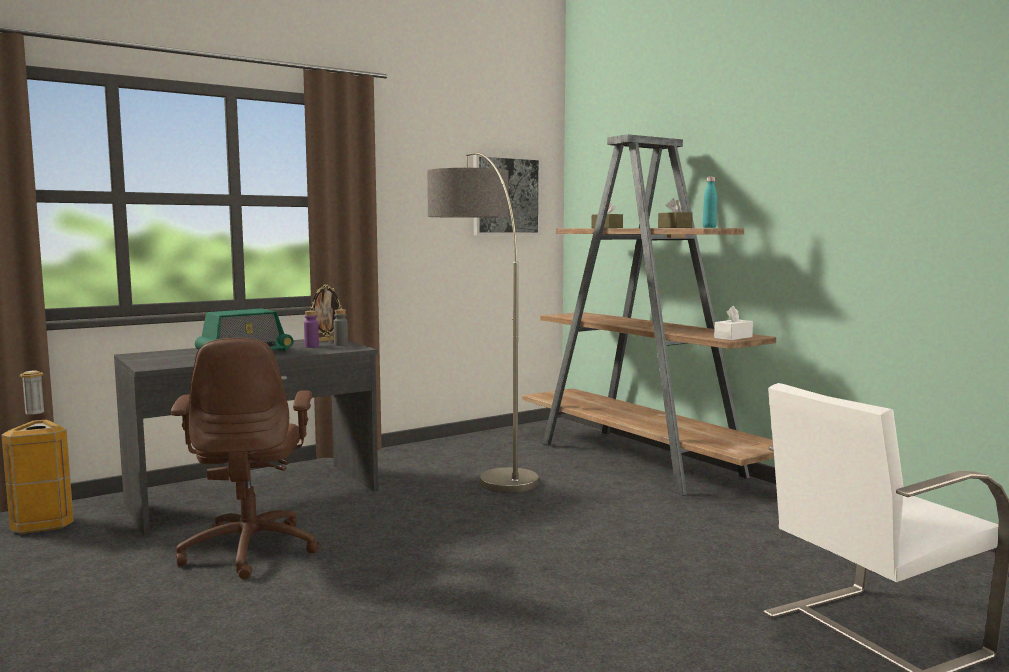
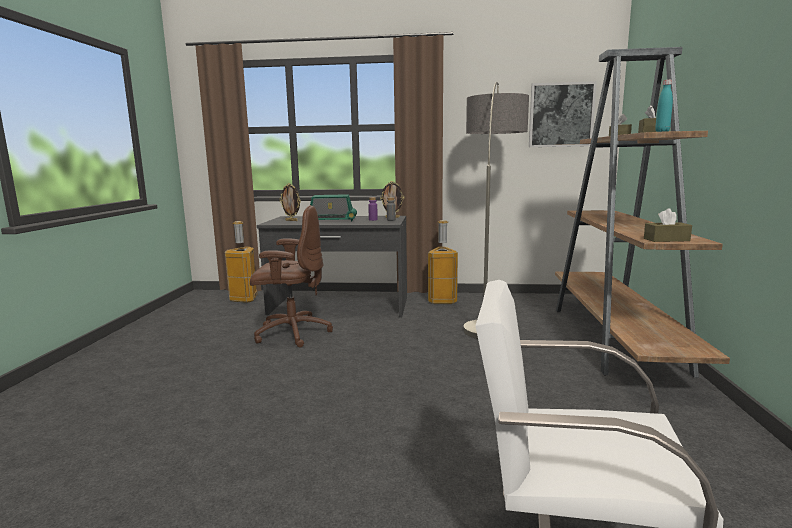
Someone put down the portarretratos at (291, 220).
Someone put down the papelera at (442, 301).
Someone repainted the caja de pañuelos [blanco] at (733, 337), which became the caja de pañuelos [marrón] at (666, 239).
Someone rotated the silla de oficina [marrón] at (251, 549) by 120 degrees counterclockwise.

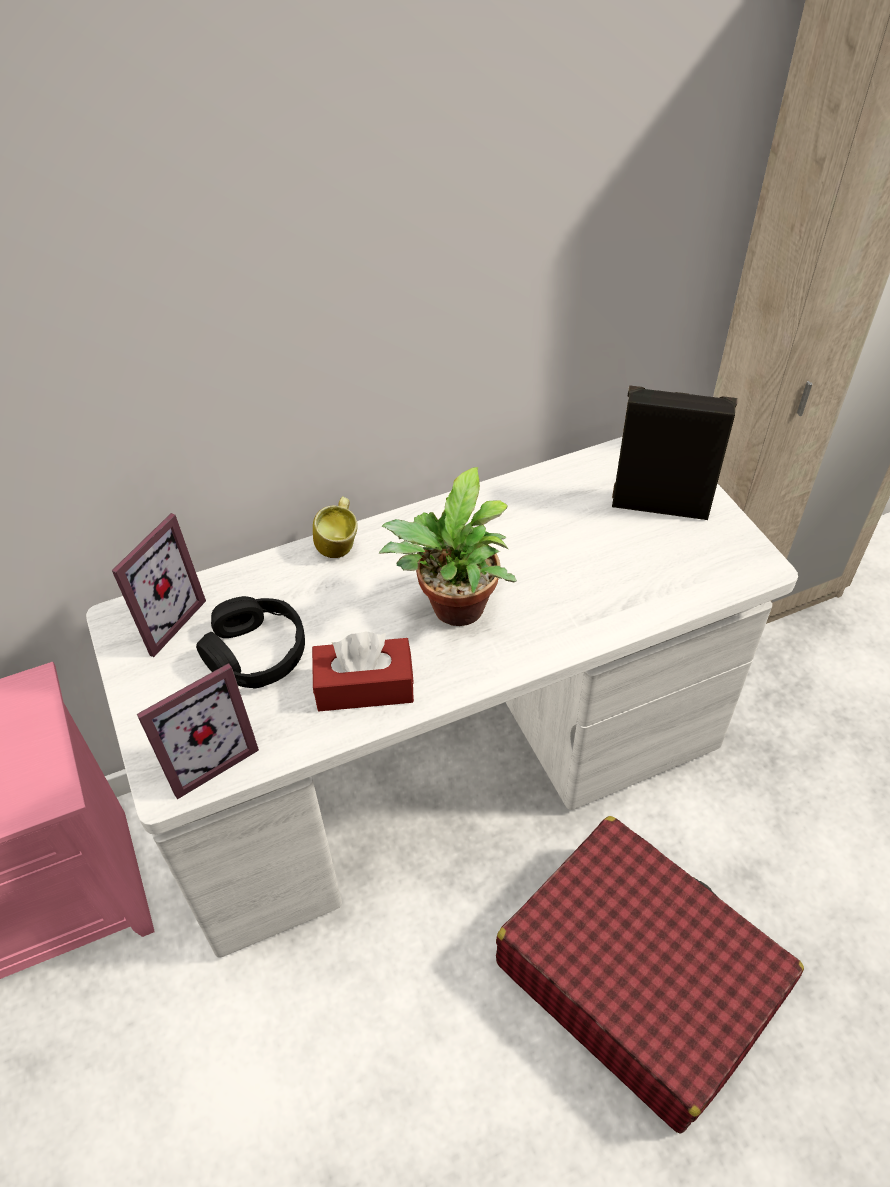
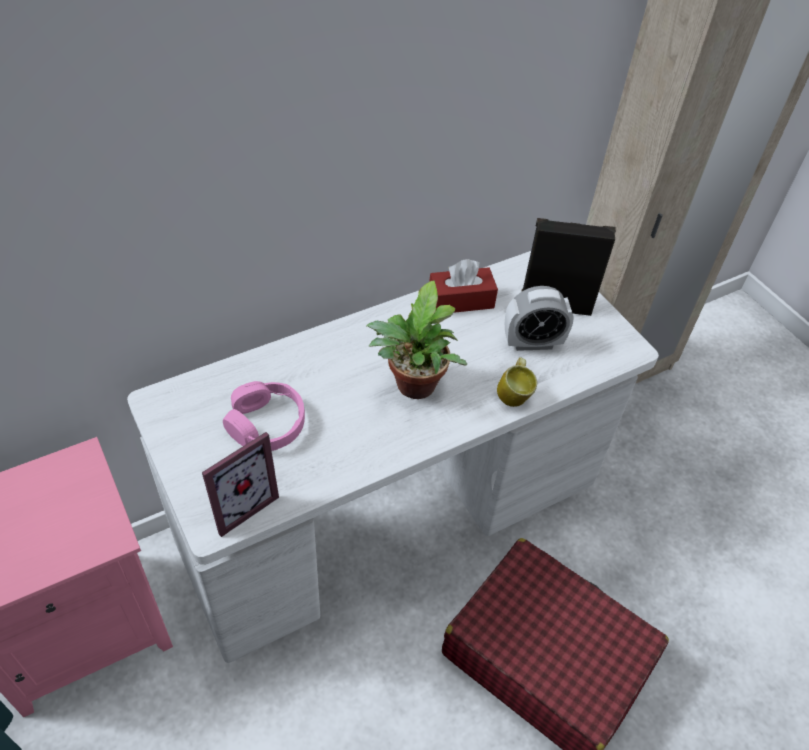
Someone took away the portarretratos at (162, 619).
Someone put down the despertador at (532, 343).
Someone carried the caja de pañuelos [rojo] from (364, 686) to (461, 300).
Someone carried the taza grande from (340, 545) to (515, 395).
Someone repainted the auriculares [negro] at (256, 653), which became the auriculares [rosa] at (266, 424).

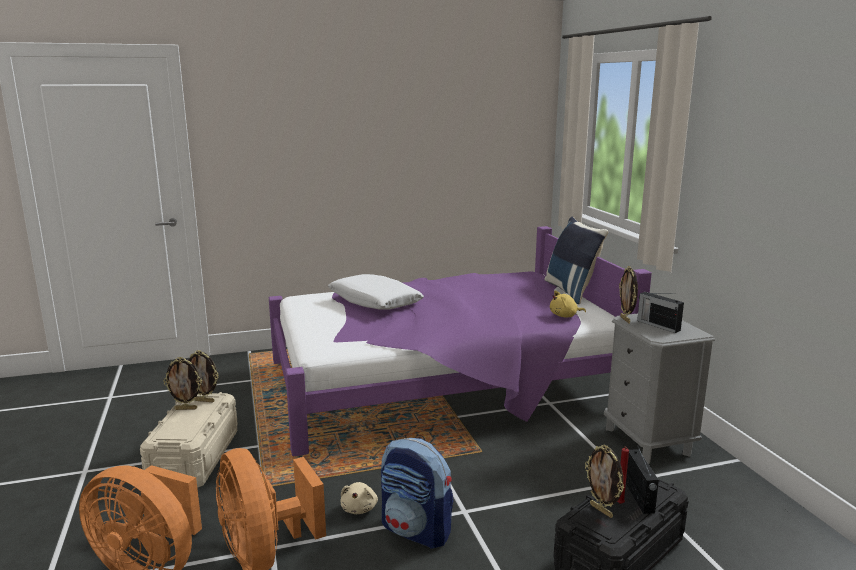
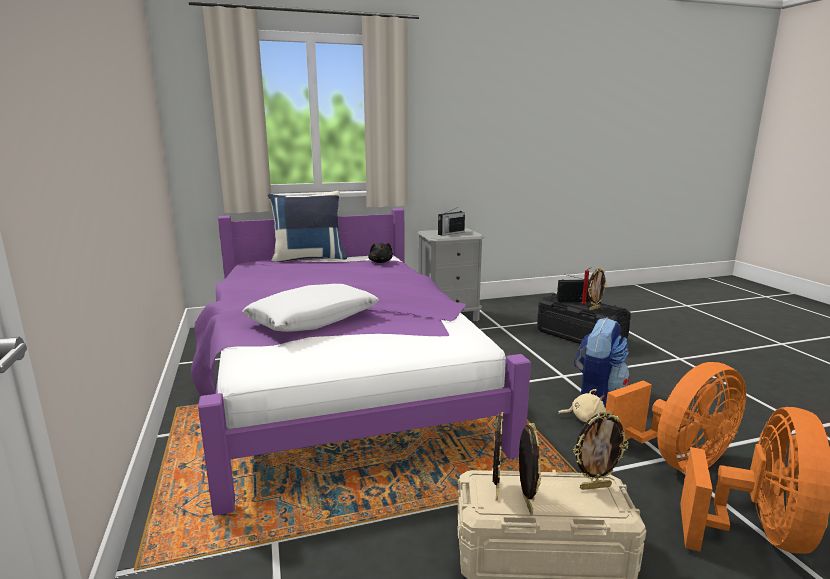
Someone carried the portarretratos from (626, 320) to (595, 486).
Someone repainted the peluche [amarillo] at (565, 316), which became the peluche [negro] at (380, 262).

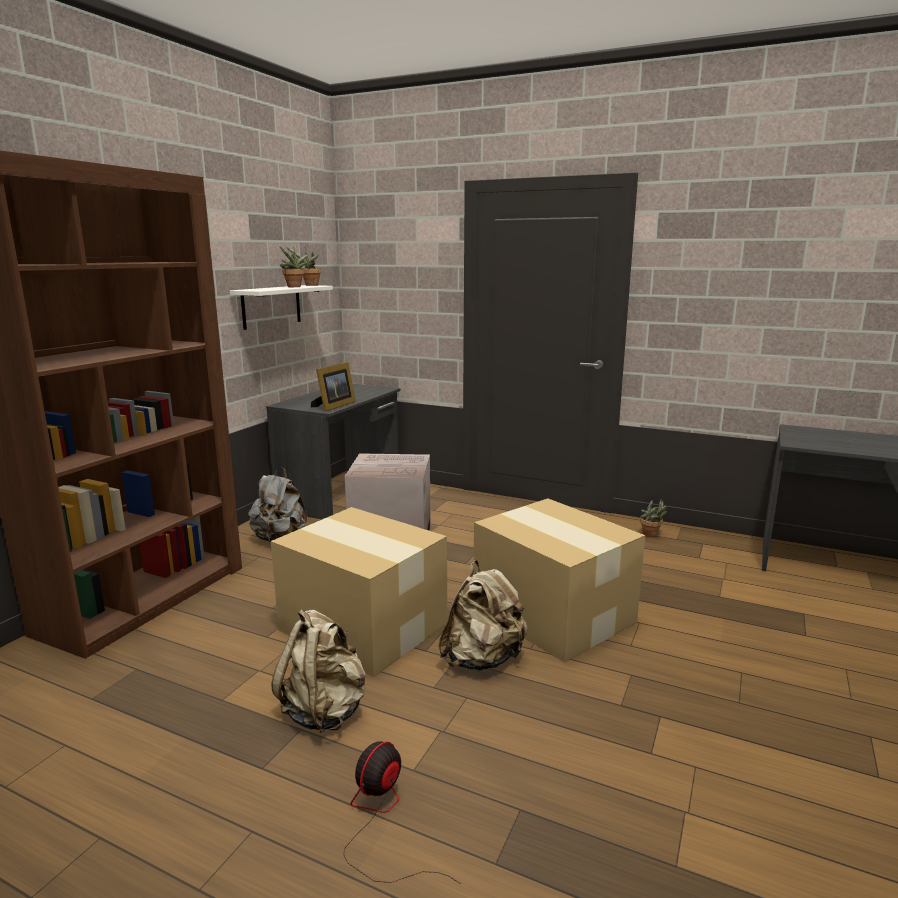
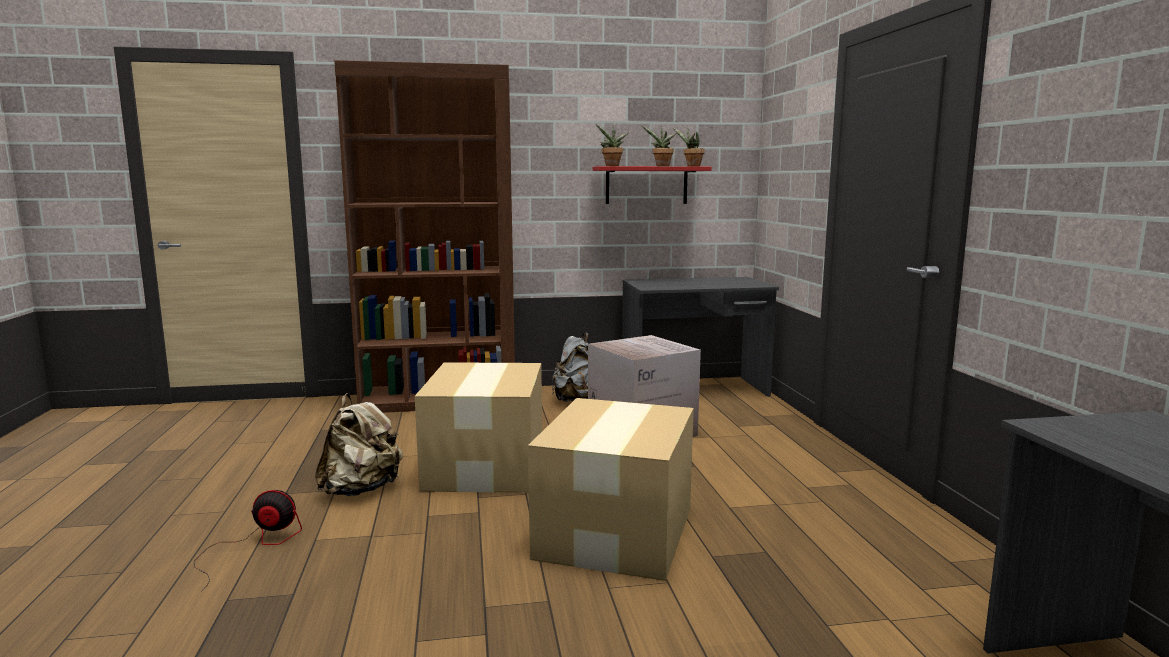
Someone took away the portarretratos at (334, 406).
Someone took away the mochila [beis] at (482, 659).
Someone carried the planta en maceta from (651, 535) to (611, 166).
Someone repainted the estante [blanco] at (271, 306), which became the estante [rojo] at (646, 185).

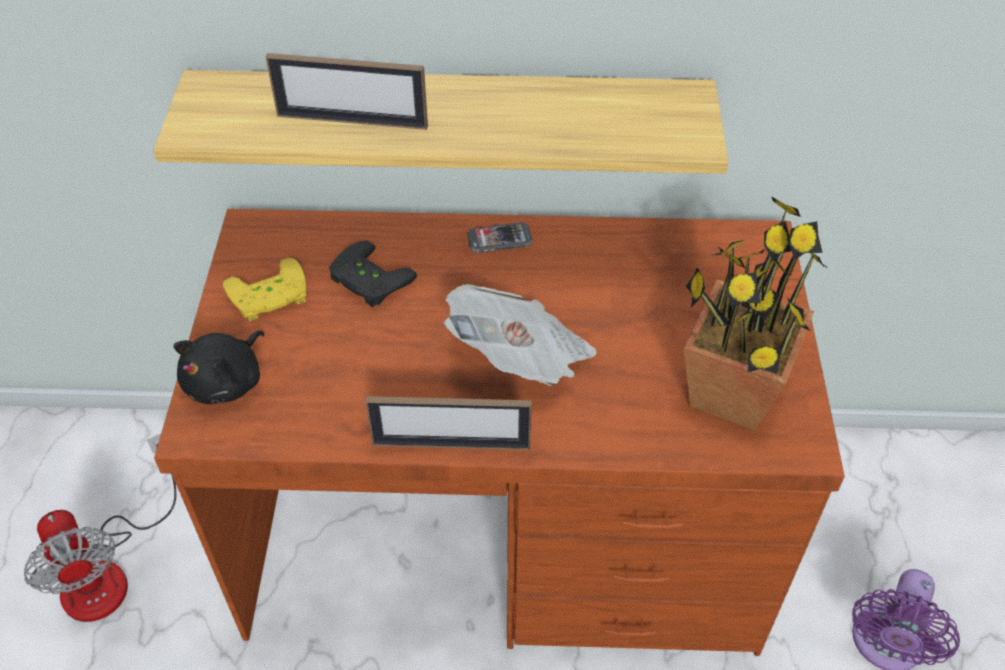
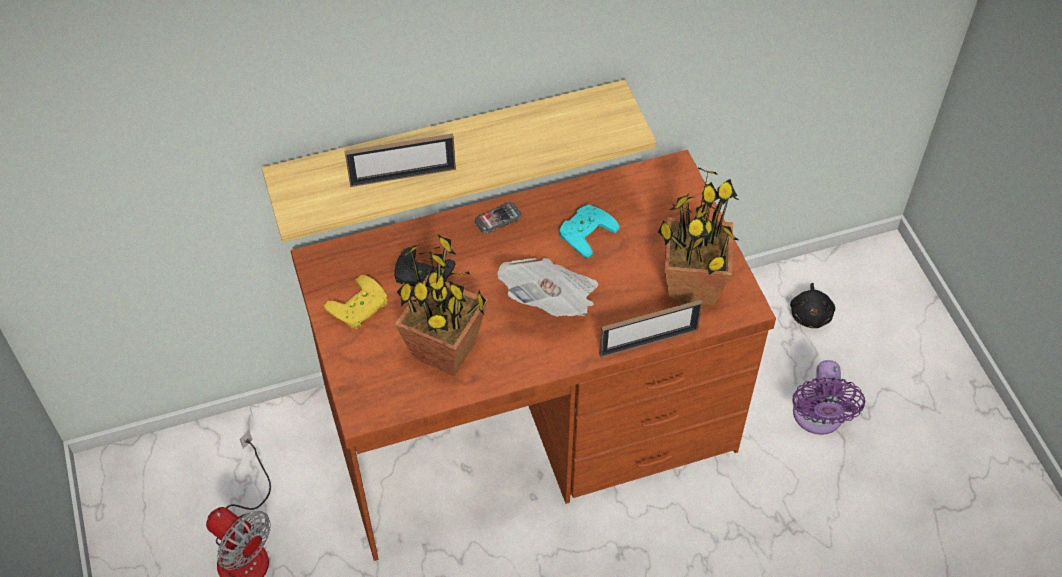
Someone put down the planta en maceta at (446, 350).
Someone put down the mando de consola [turquesa] at (584, 231).
Someone carried the peluche [negro] from (227, 382) to (810, 314).
Someone carried the portarretratos from (451, 445) to (648, 342).

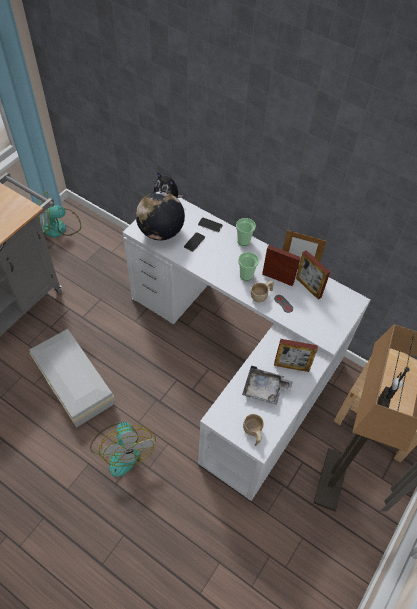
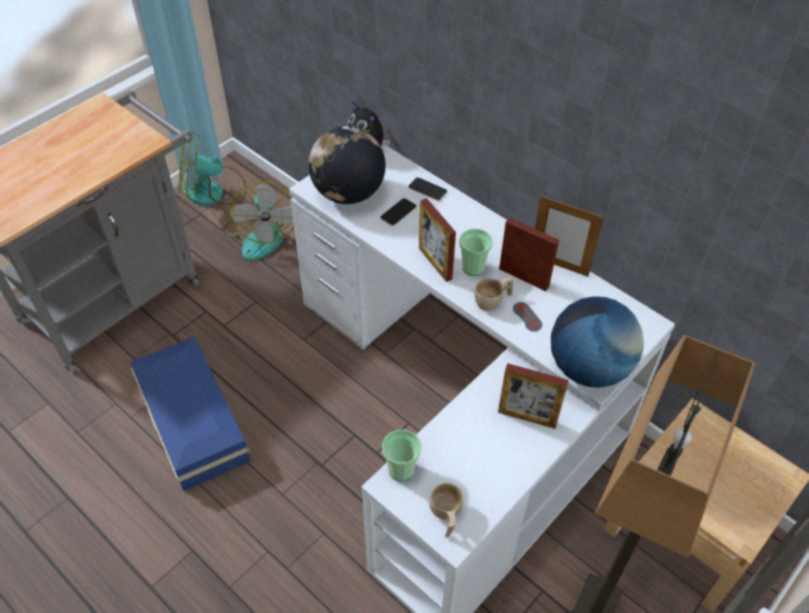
Someone took away the bandeja [gris] at (264, 389).
Someone put down the globo terráqueo at (588, 368).
Someone carried the ventilador from (122, 448) to (261, 235).
Someone carried the taza from (243, 241) to (401, 470).
Someone carried the portarretratos from (308, 287) to (435, 263).
Someone repainted the caja de almacenaje [blanco] at (74, 380), which became the caja de almacenaje [azul] at (193, 419).

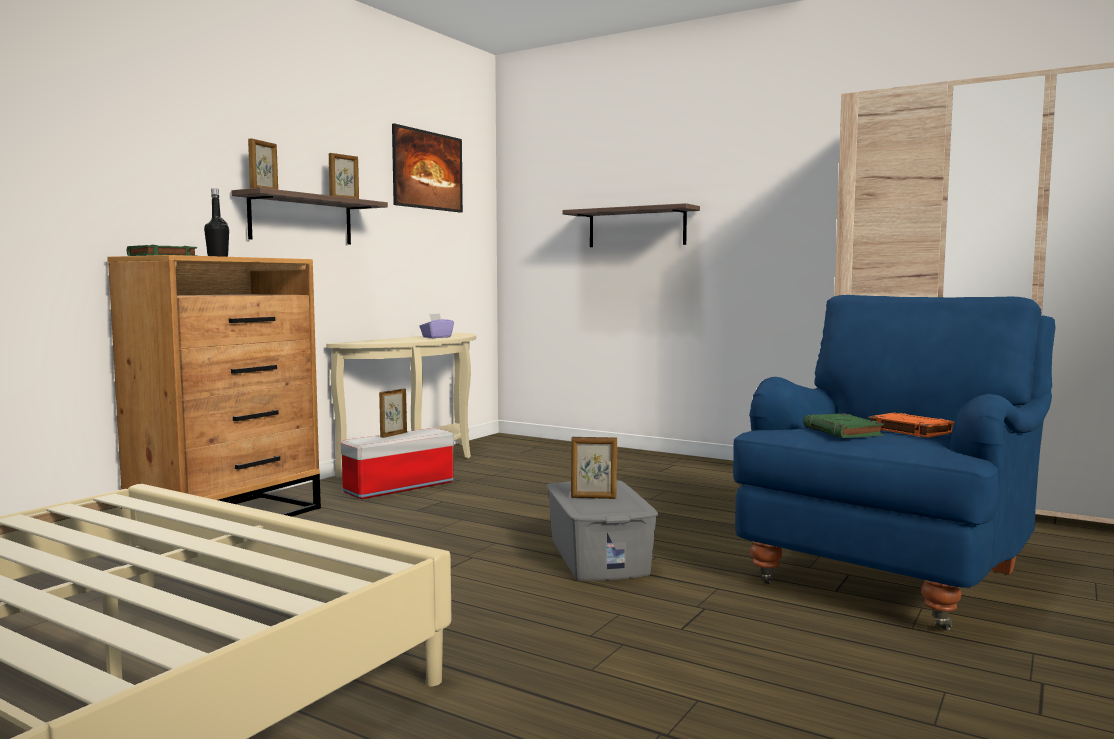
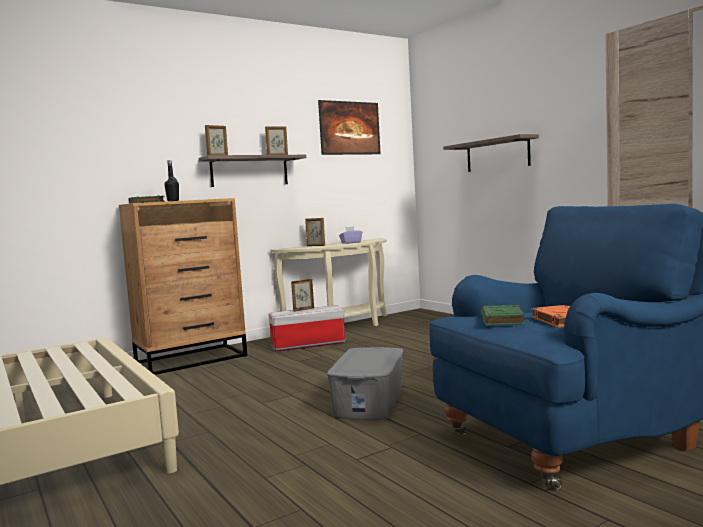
Someone carried the portarretratos from (593, 497) to (315, 246).

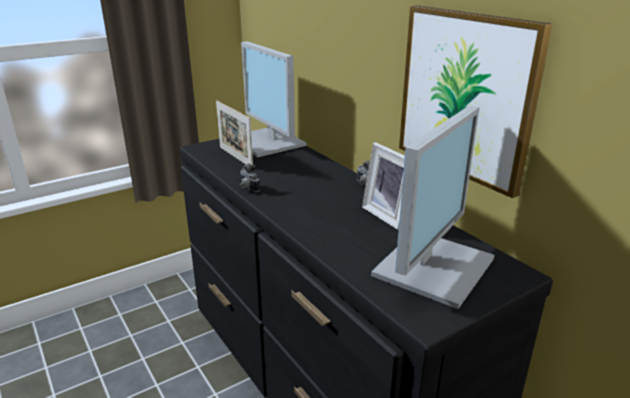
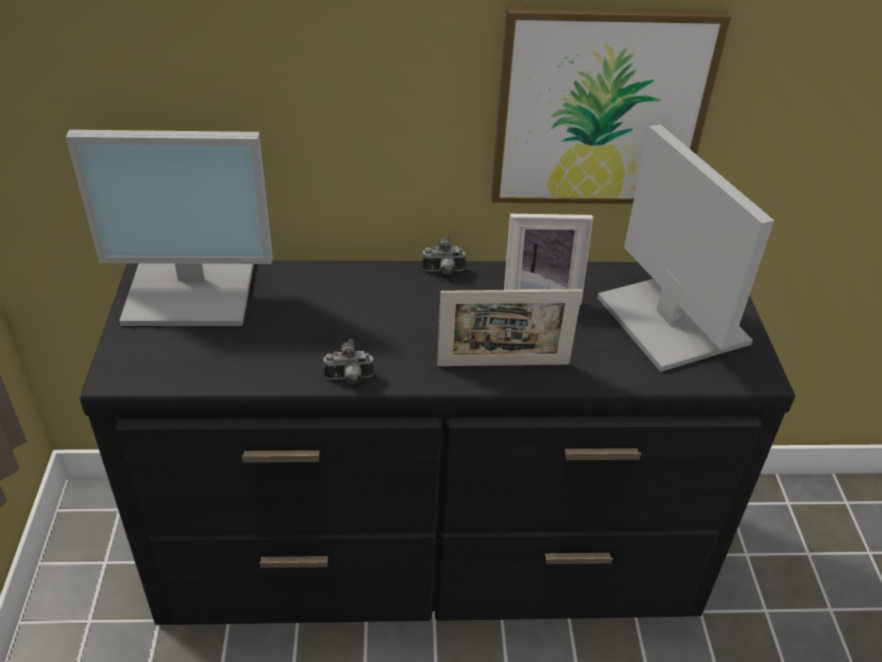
Someone carried the portarretratos from (235, 157) to (503, 364).

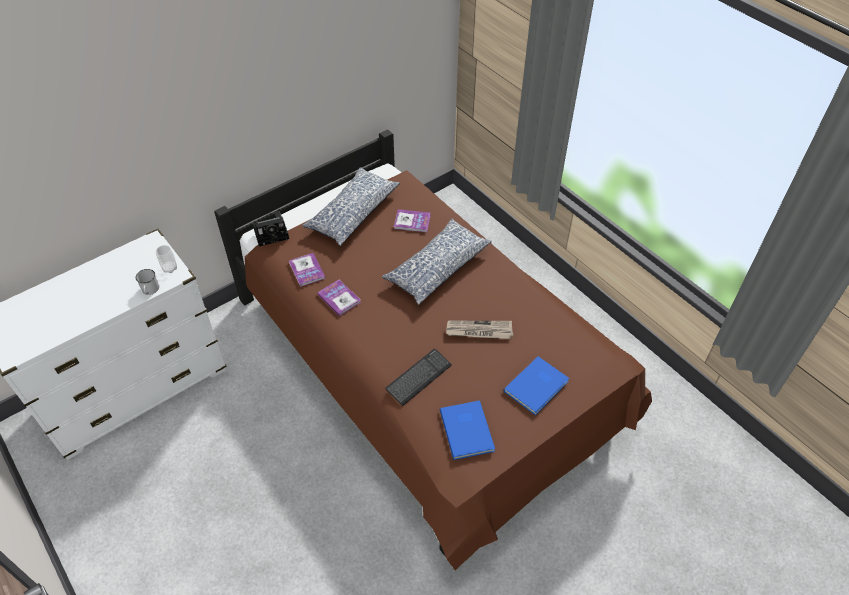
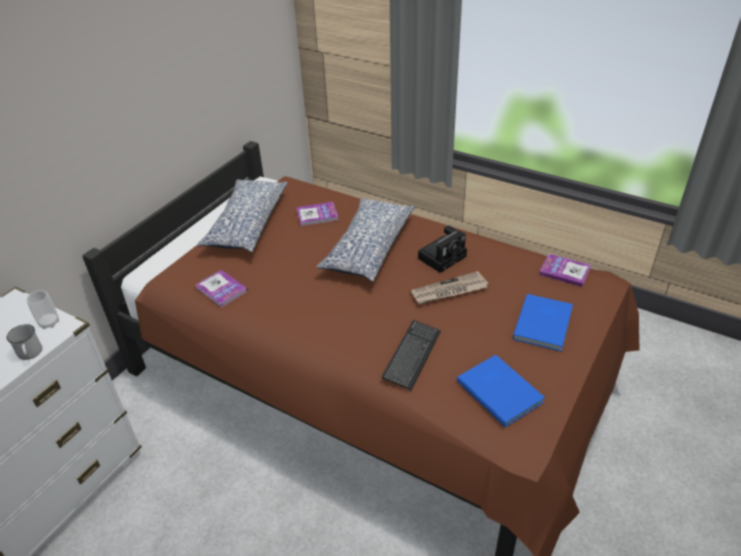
Someone carried the cámara from (273, 233) to (443, 256).
Someone carried the libro from (339, 298) to (564, 271).

